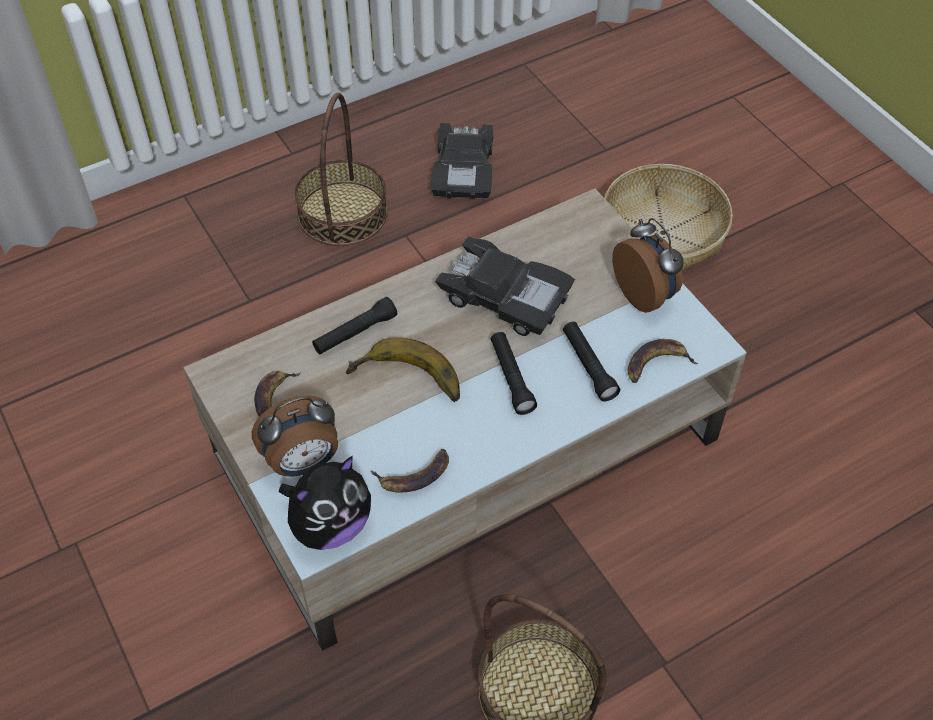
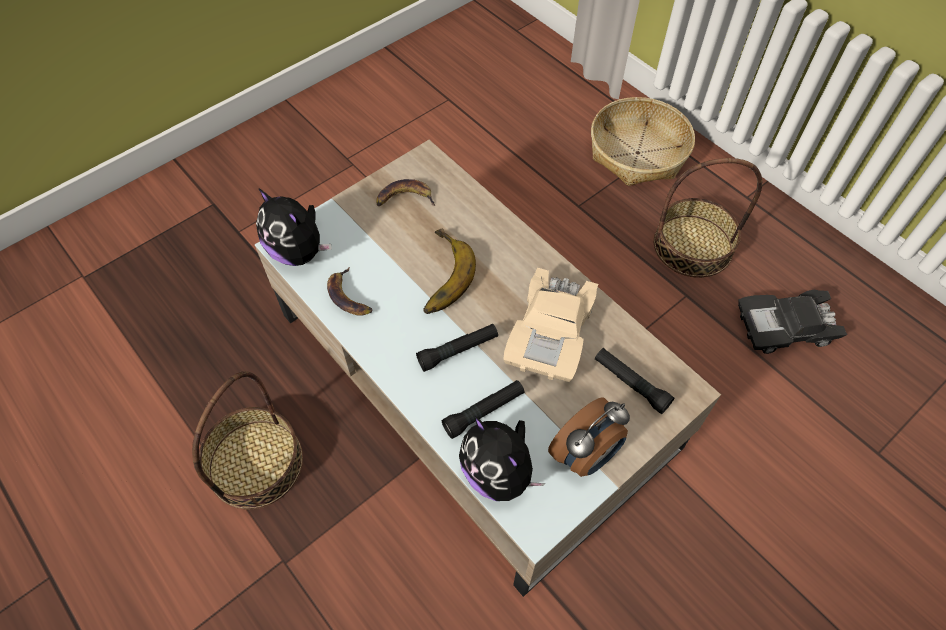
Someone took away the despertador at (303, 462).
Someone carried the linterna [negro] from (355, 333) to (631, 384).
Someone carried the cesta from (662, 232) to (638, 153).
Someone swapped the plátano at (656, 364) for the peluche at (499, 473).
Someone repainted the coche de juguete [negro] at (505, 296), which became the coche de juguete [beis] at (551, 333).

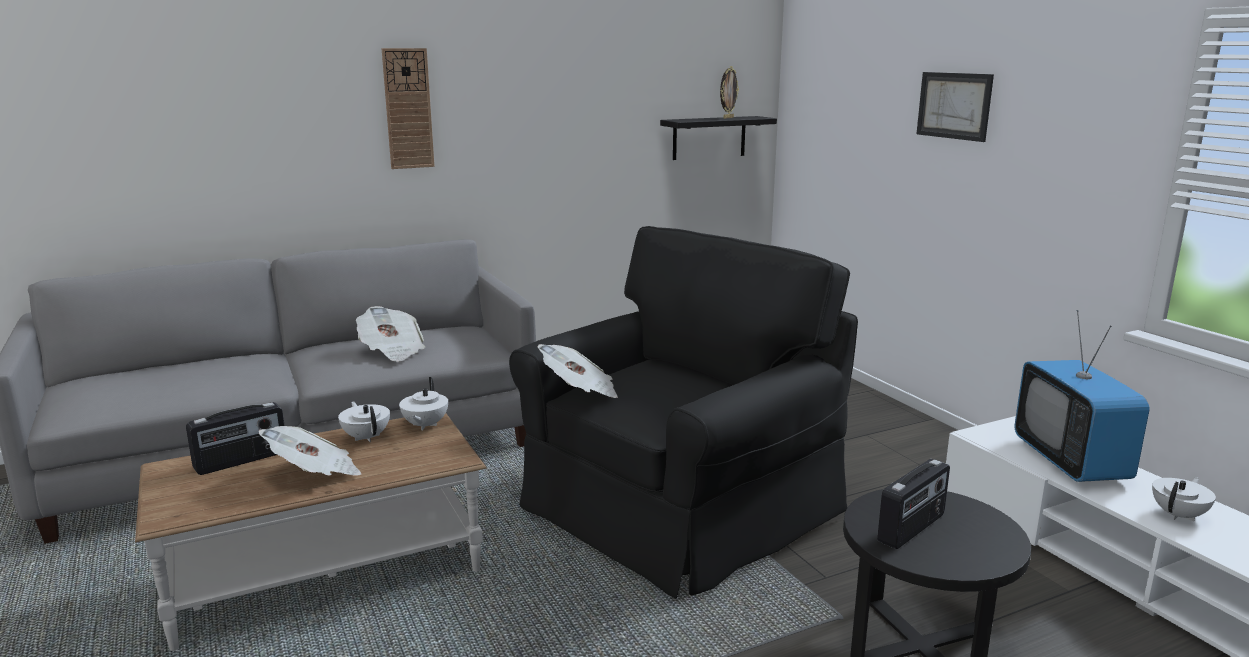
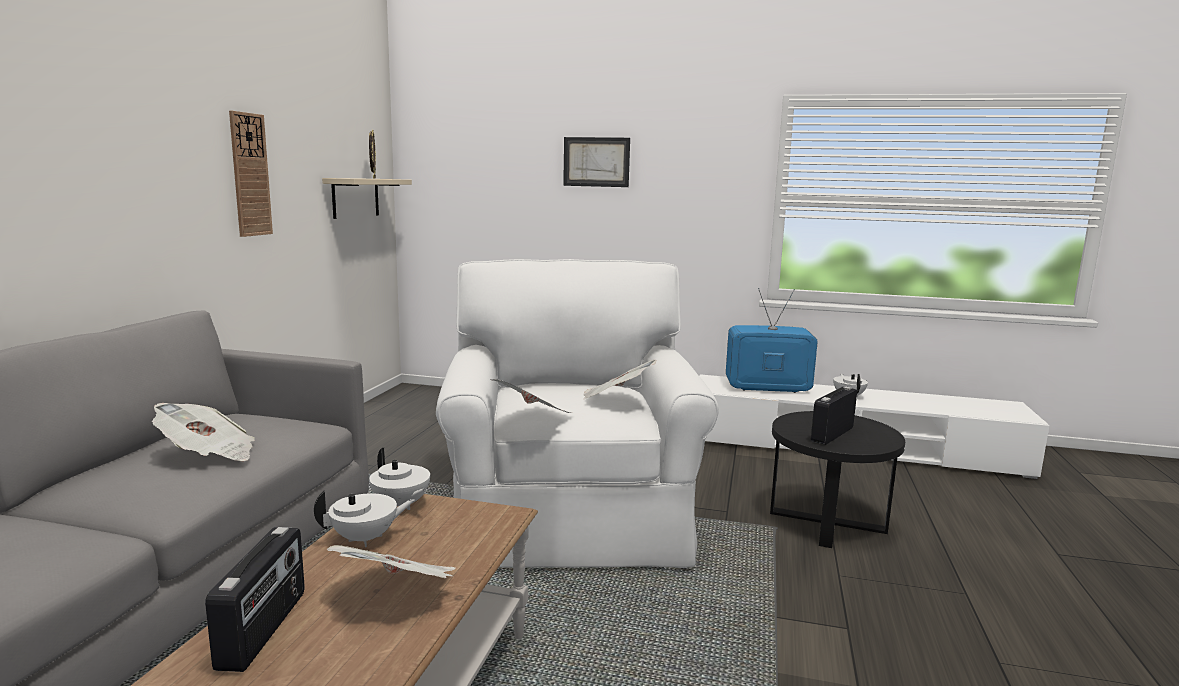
Someone put down the periódico at (616, 399).
Someone carried the reloj de pared from (408, 109) to (250, 175).
Someone repainted the sillón [negro] at (675, 509), which became the sillón [blanco] at (570, 515).
Someone repainted the estante [negro] at (709, 137), which became the estante [beis] at (355, 197).
Someone rotated the tetera [blanco] at (366, 437) by 150 degrees clockwise.
Someone rotated the radio at (912, 529) by 135 degrees counterclockwise.
Someone rotated the televisor at (1070, 461) by 150 degrees clockwise.

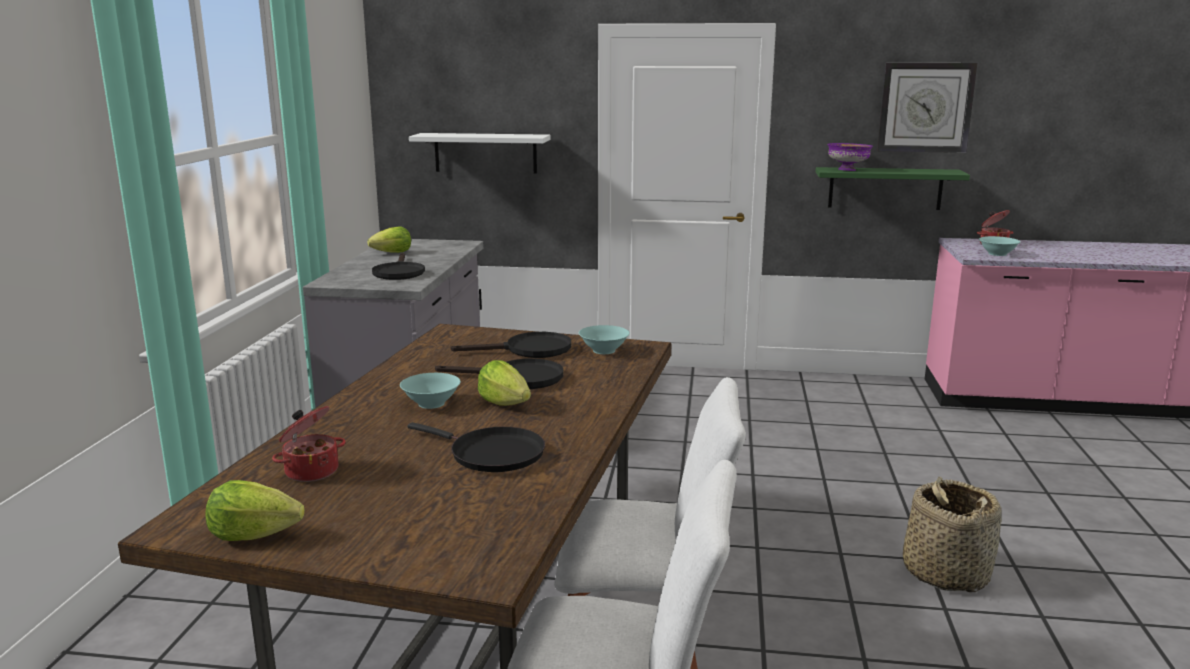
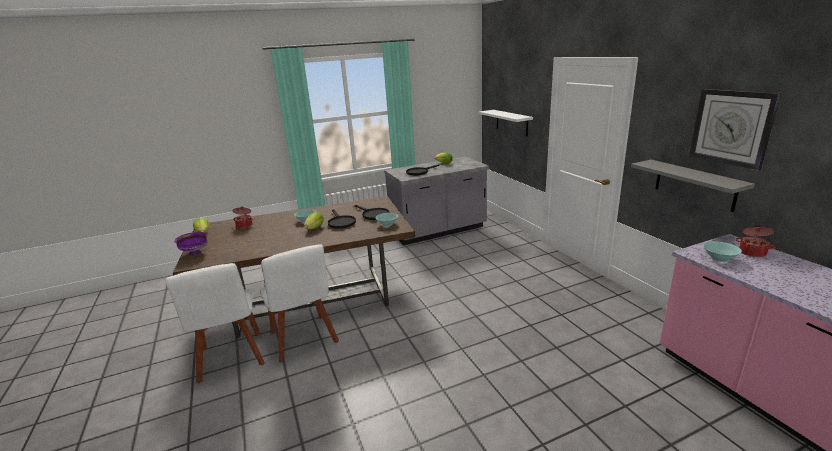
Someone took away the sartén [negro] at (491, 454).
Someone took away the cesta at (945, 572).
Someone carried the cuenco [morado] from (847, 170) to (195, 253).
Someone repainted the estante [verde] at (885, 188), which became the estante [gris] at (694, 185).

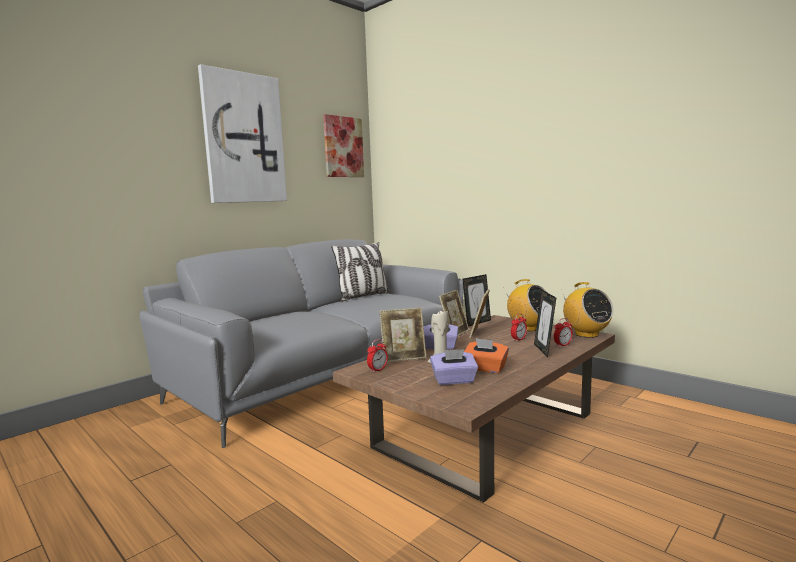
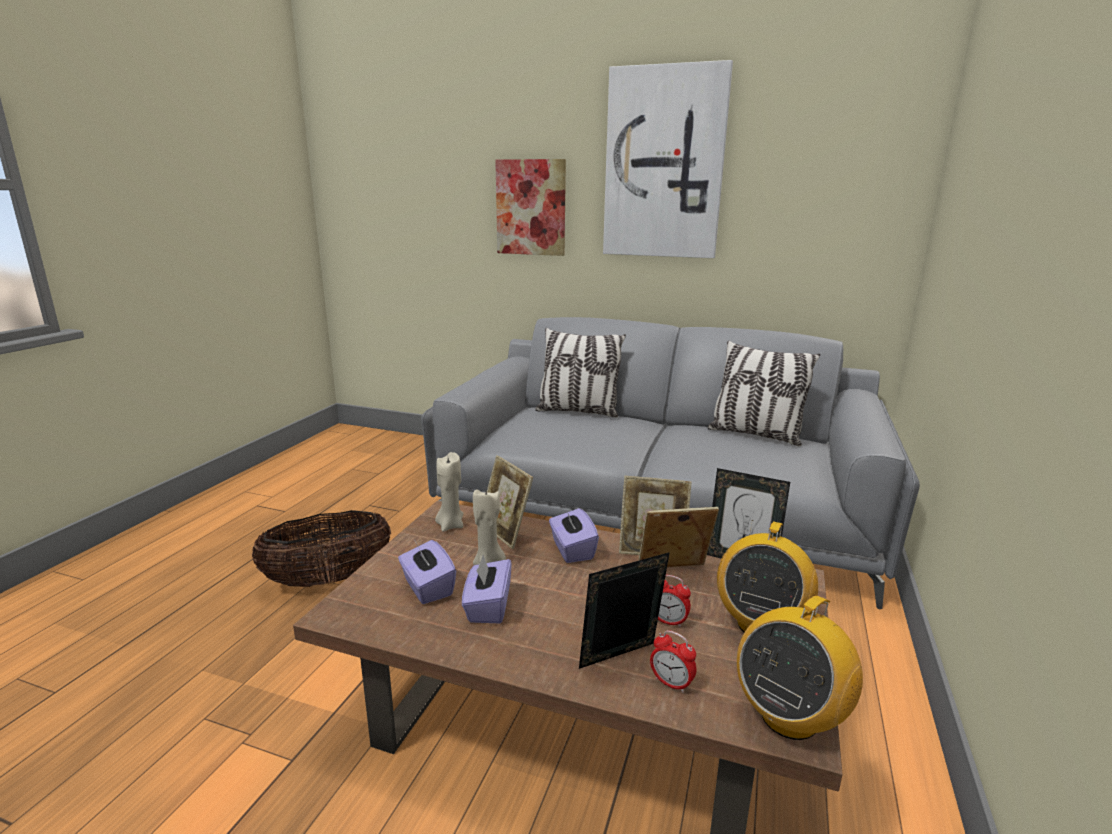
Someone put down the cesta at (328, 579).
Someone put down the cojín at (578, 411).
Someone carried the cuadro from (343, 147) to (531, 207).
Someone swapped the despertador at (377, 370) for the vela [beis] at (450, 525).
Someone repainted the caja de pañuelos [naranja] at (485, 368), which became the caja de pañuelos [morado] at (488, 607).

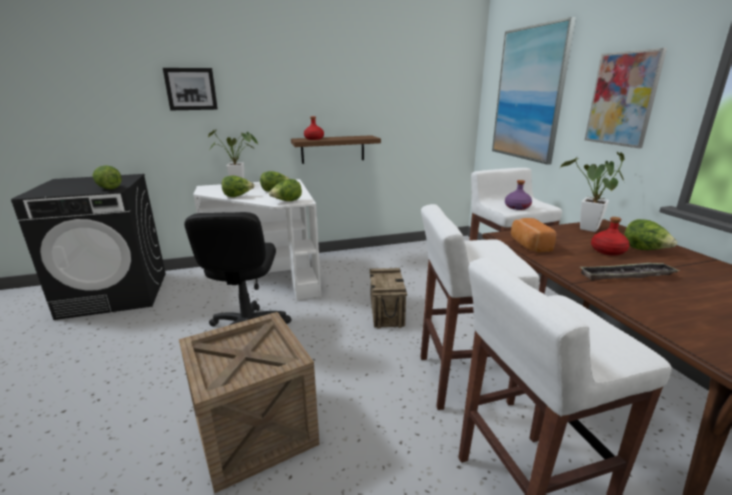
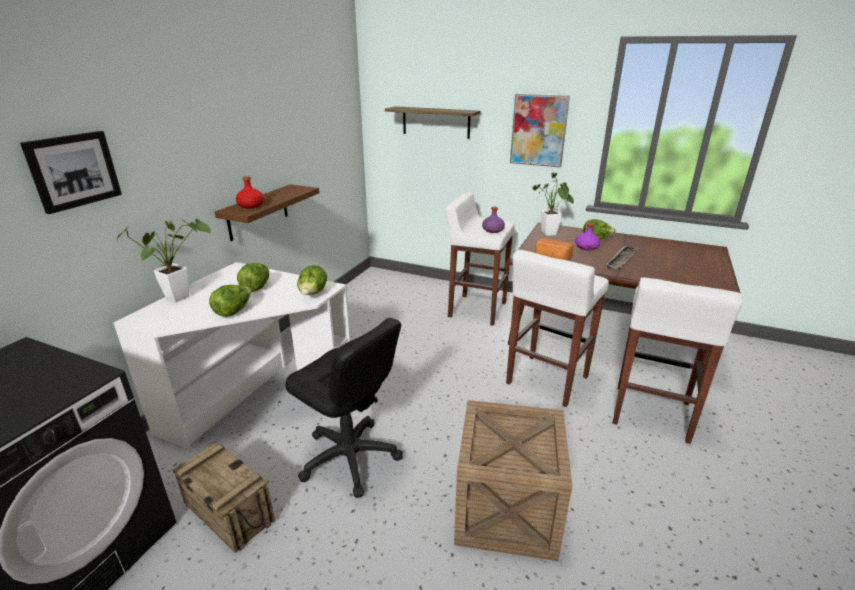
Someone took away the lechuga at (108, 188).
Someone carried the caja de embalaje from (386, 311) to (228, 513).
Someone swapped the cuadro at (529, 94) for the estante at (436, 122).
Someone repainted the botella [rojo] at (608, 251), which became the botella [morado] at (587, 247).

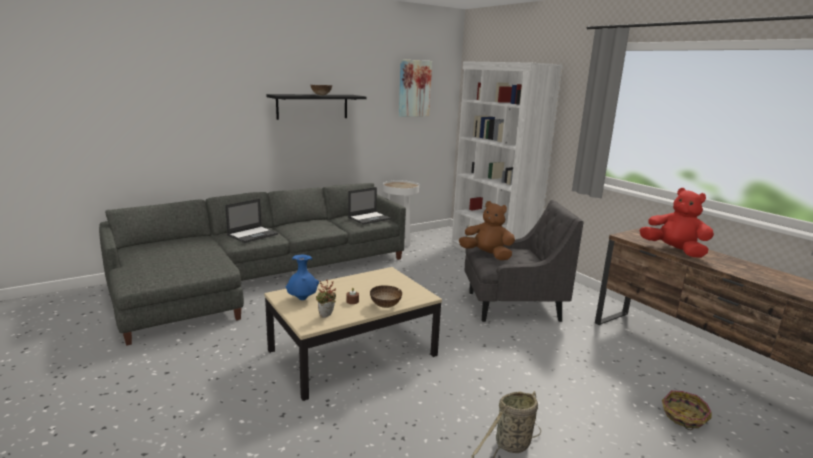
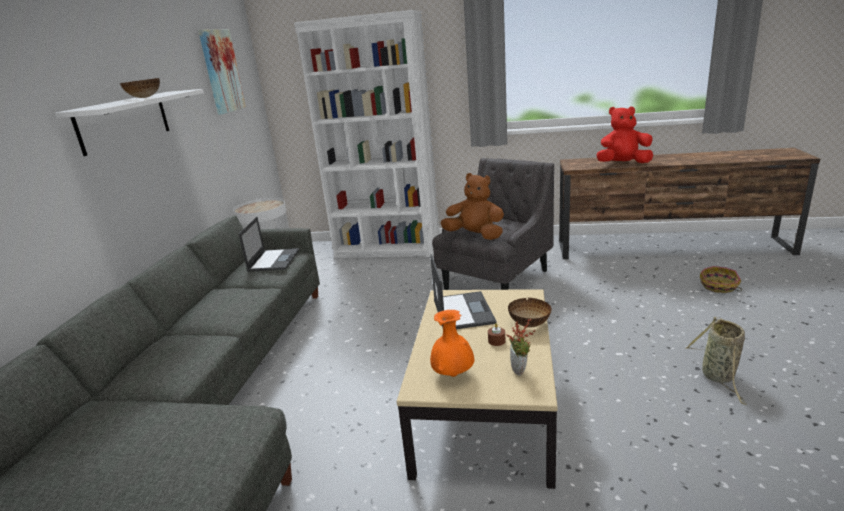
Someone carried the portátil from (253, 234) to (462, 311).
Someone repainted the estante [negro] at (312, 106), which became the estante [blanco] at (124, 121).
Someone repainted the florero [azul] at (302, 299), which became the florero [naranja] at (453, 374).
Someone rotated the peluche [marrón] at (487, 255) by 45 degrees clockwise.

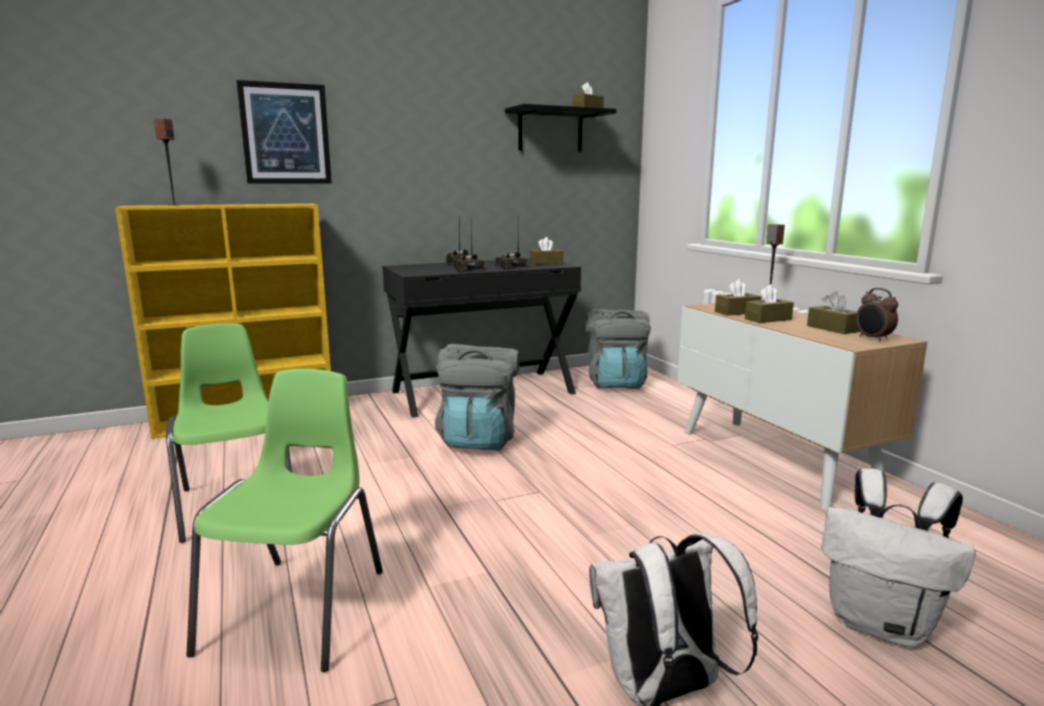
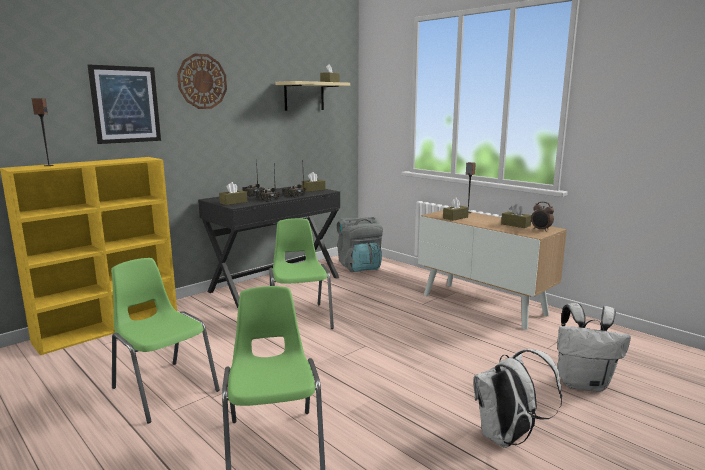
Someone put up the reloj de pared at (202, 81).
Someone carried the caja de pañuelos [marrón] from (768, 319) to (233, 202).
Someone swapped the mochila [gris] at (479, 439) for the silla [verde] at (300, 318).
Someone repainted the estante [negro] at (550, 131), which became the estante [beis] at (304, 96).

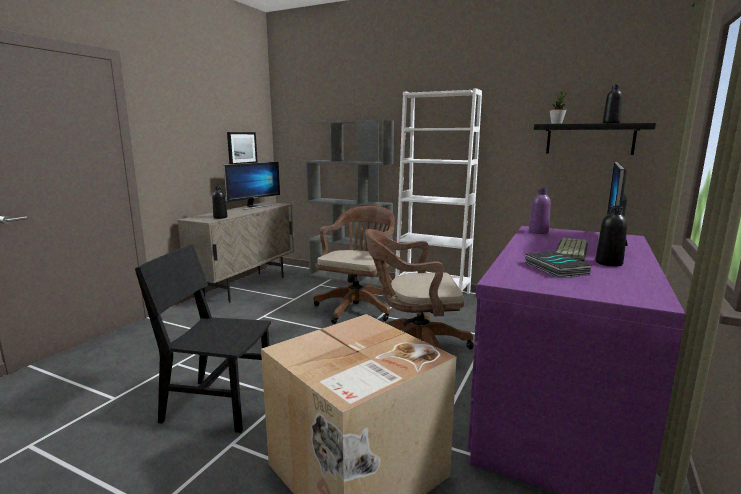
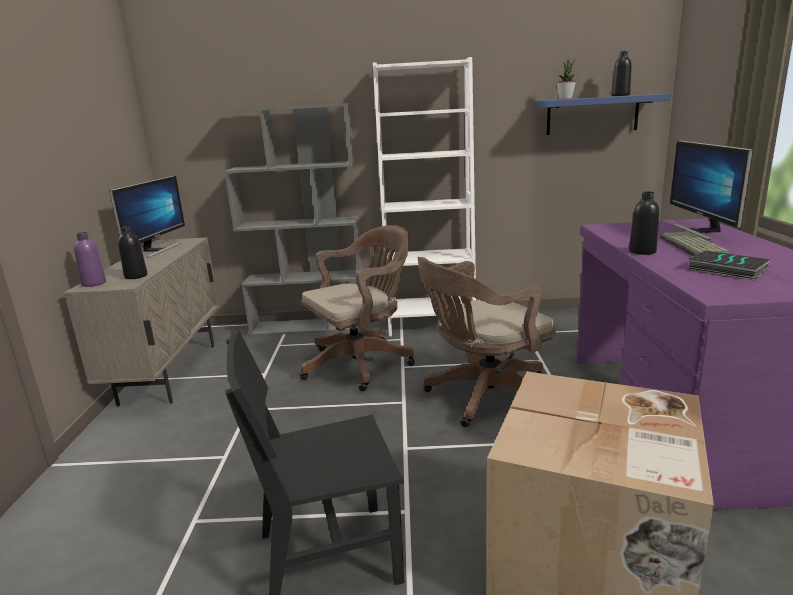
Someone took away the cuadro at (241, 148).
Someone carried the botella [morado] from (538, 232) to (94, 283).
Someone carried the botella [negro] from (608, 263) to (642, 251).
Someone repainted the estante [negro] at (590, 139), which became the estante [azul] at (592, 115).
Someone rotated the silla de oficina [marrón] at (358, 307) by 60 degrees clockwise.

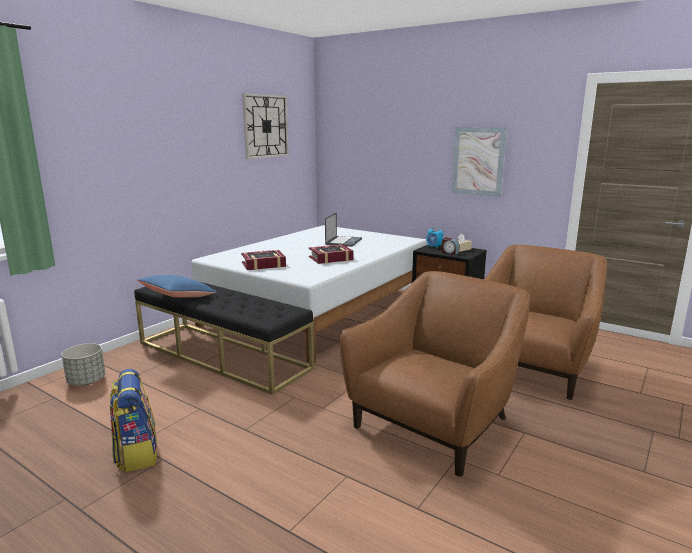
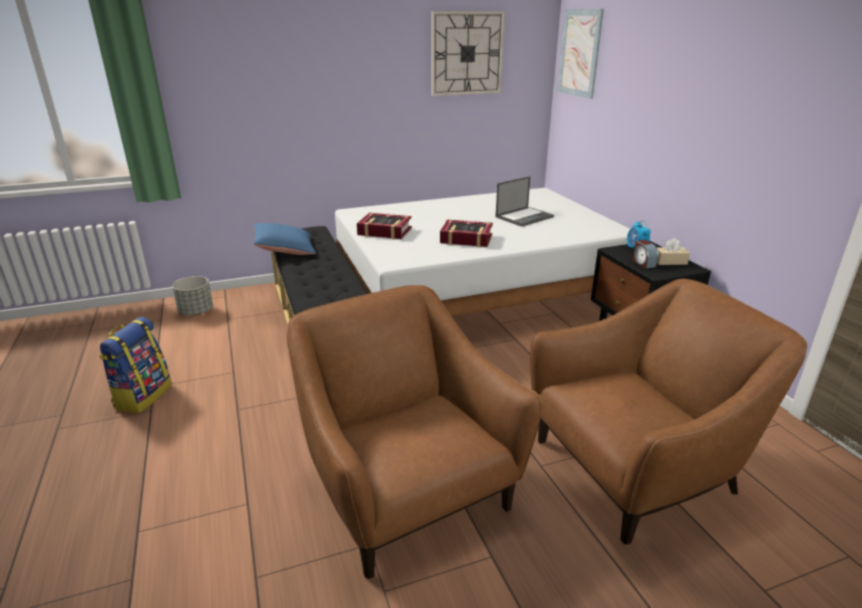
Someone carried the cuadro from (478, 161) to (580, 53).
Someone rotated the sillón [marrón] at (435, 424) by 105 degrees counterclockwise.

